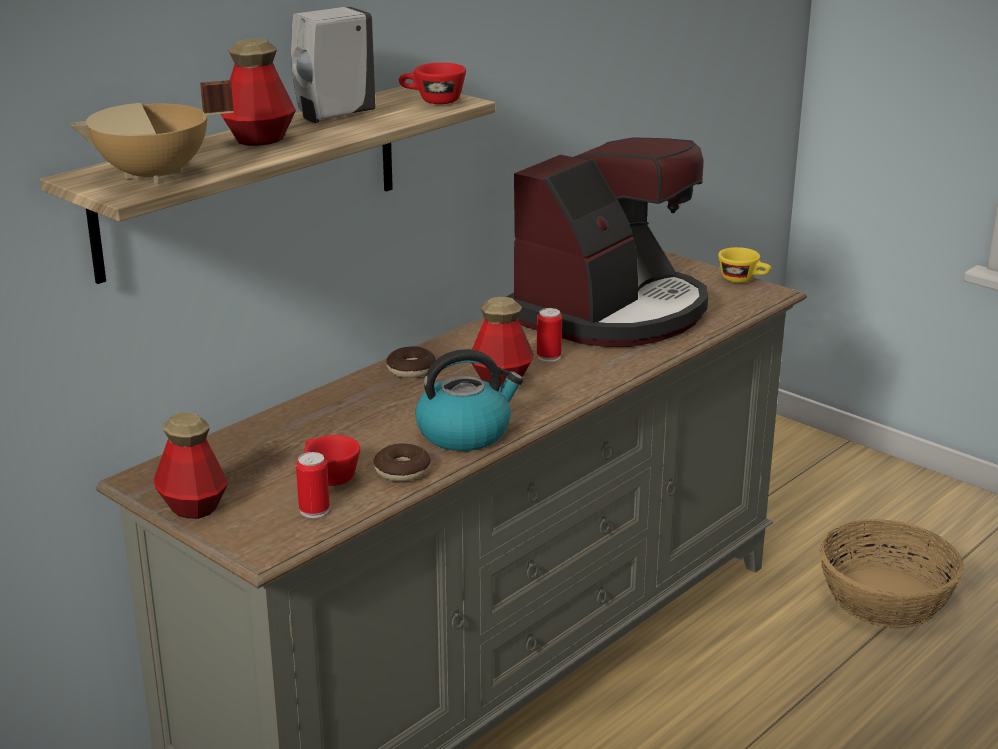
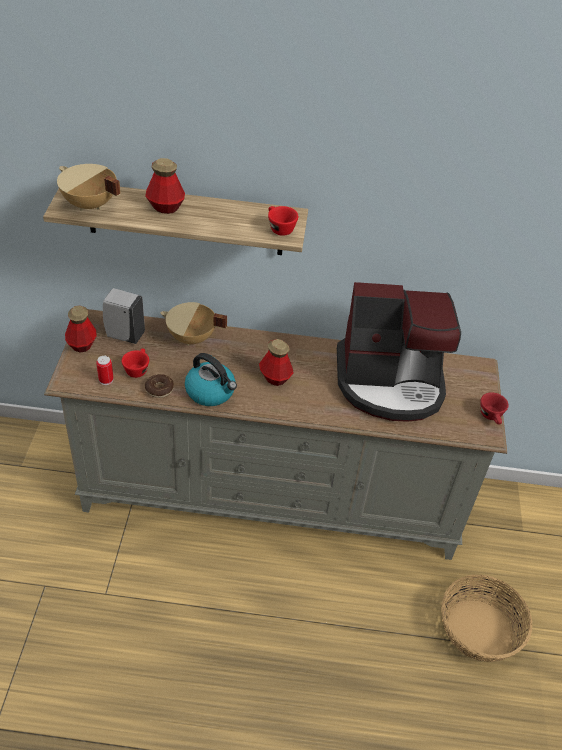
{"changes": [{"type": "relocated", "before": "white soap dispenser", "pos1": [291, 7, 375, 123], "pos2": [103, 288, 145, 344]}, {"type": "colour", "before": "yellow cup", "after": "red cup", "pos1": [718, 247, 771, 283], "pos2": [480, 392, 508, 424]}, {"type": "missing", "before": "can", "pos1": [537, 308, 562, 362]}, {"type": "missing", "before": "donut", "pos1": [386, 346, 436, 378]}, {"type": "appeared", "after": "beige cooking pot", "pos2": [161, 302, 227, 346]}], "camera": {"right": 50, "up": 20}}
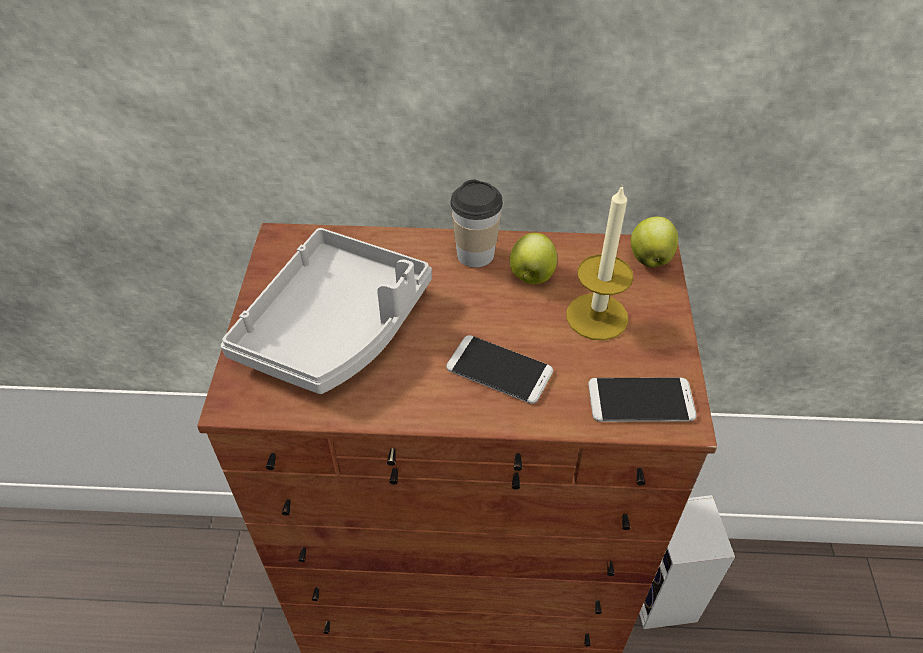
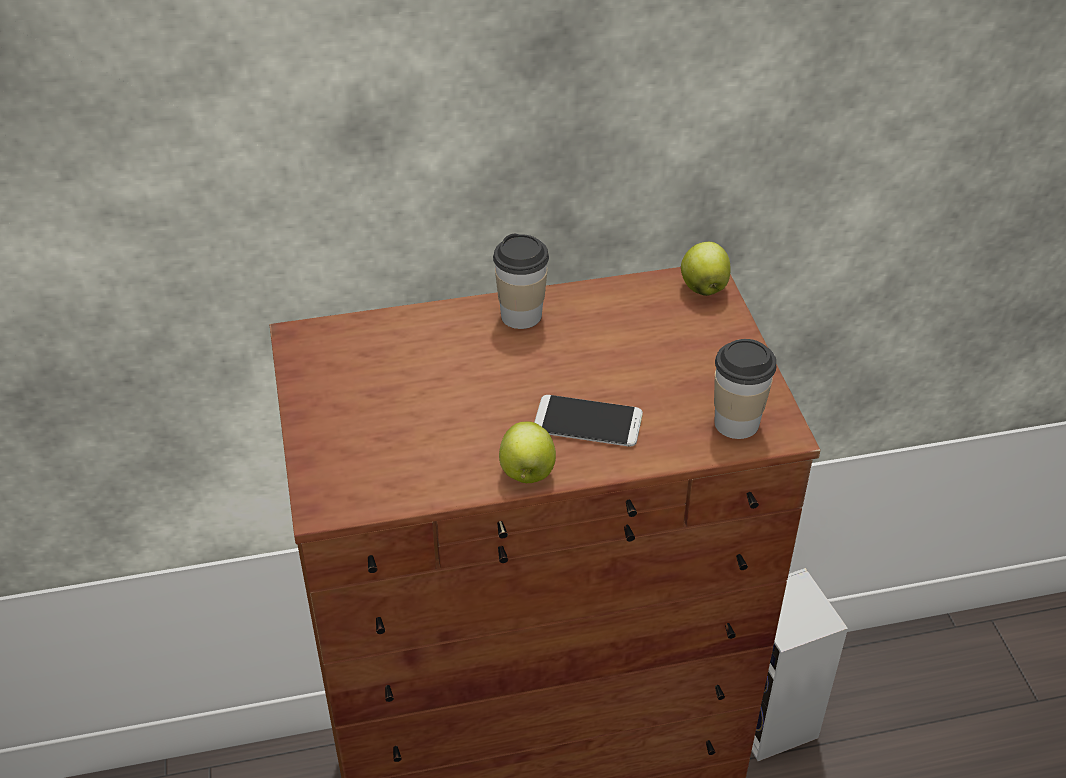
{"changes": [{"type": "missing", "before": "candle", "pos1": [566, 184, 633, 340]}, {"type": "missing", "before": "grey tray", "pos1": [221, 228, 432, 394]}, {"type": "relocated", "before": "apple", "pos1": [510, 233, 557, 284], "pos2": [499, 422, 556, 483]}, {"type": "exchanged", "before": "phone", "after": "cup", "pos1": [588, 378, 697, 422], "pos2": [714, 339, 776, 439]}], "camera": {"right": -15, "up": -5}}
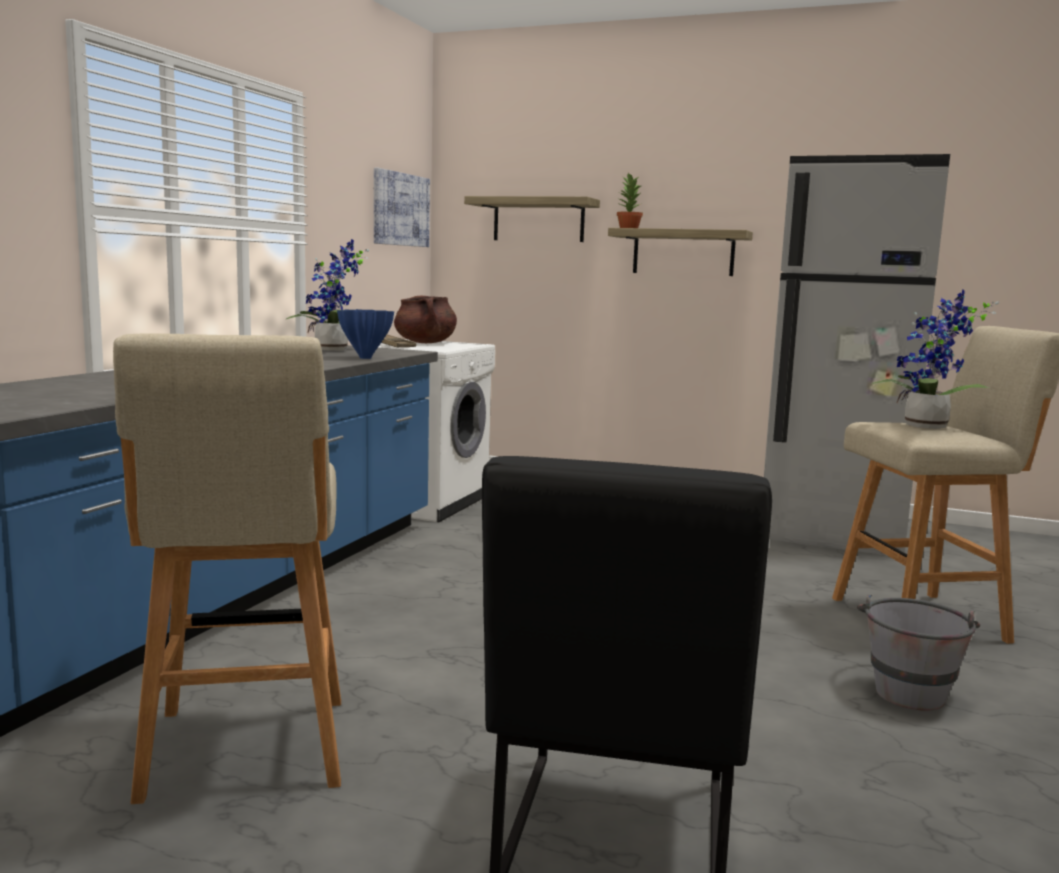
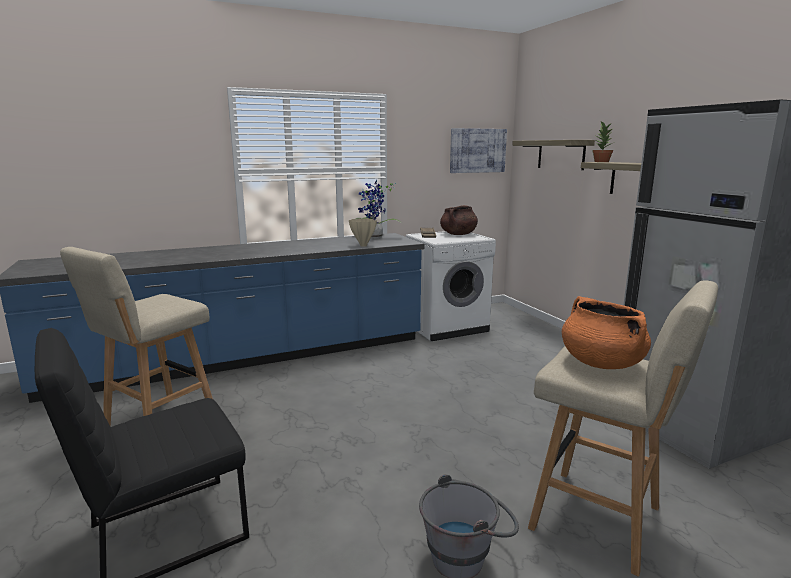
{"changes": [{"type": "exchanged", "before": "potted plant", "after": "orange cooking pot", "pos1": [872, 289, 999, 429], "pos2": [562, 296, 651, 369]}, {"type": "colour", "before": "blue vase", "after": "beige vase", "pos1": [337, 309, 394, 359], "pos2": [349, 218, 377, 247]}], "camera": {"right": 45, "up": 5}}
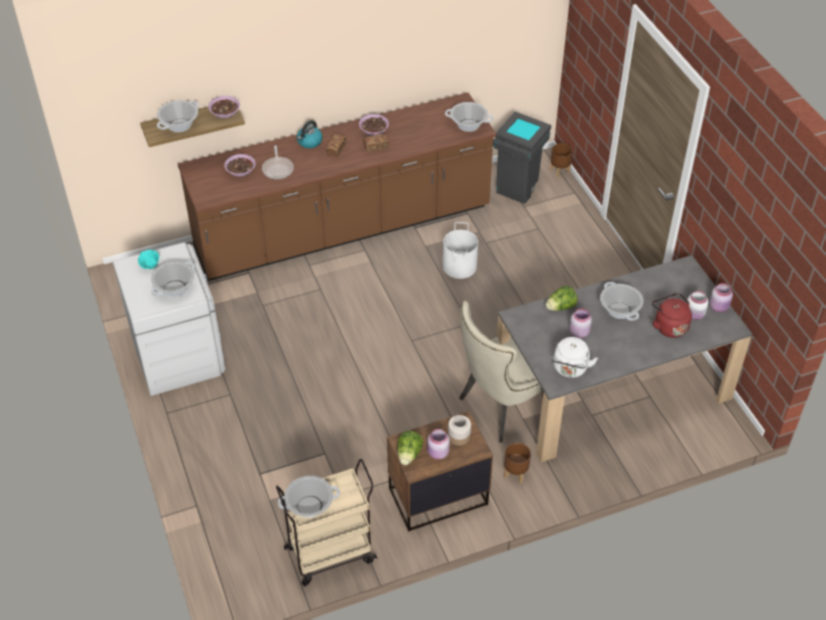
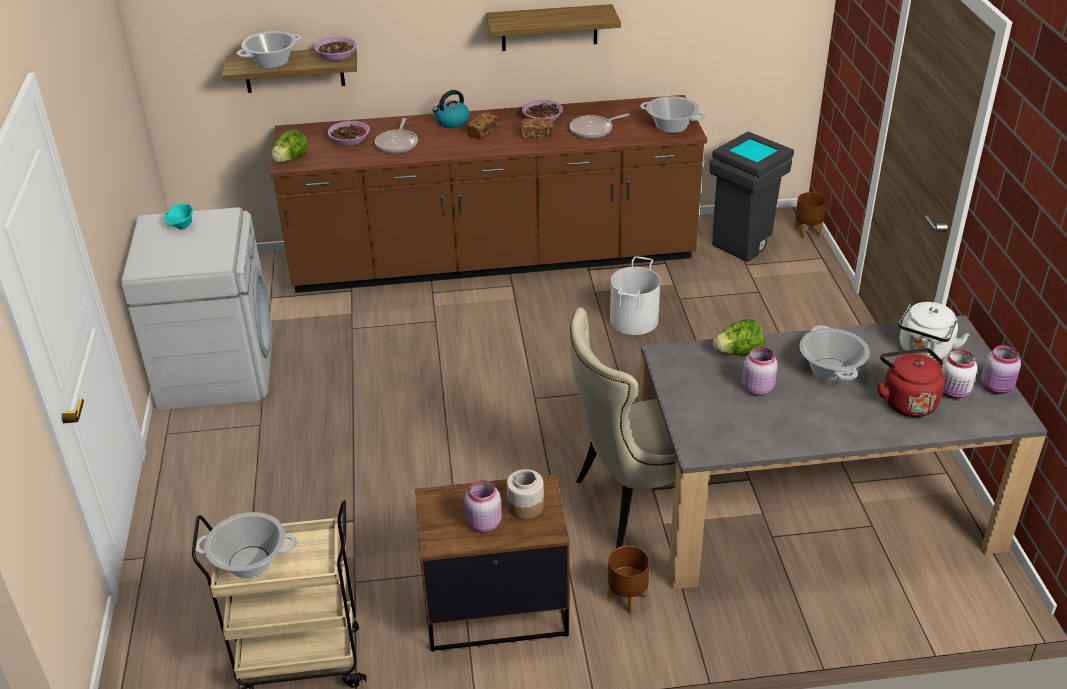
{"changes": [{"type": "missing", "before": "cooking pot", "pos1": [151, 262, 195, 297]}, {"type": "relocated", "before": "white kettle", "pos1": [552, 337, 598, 378], "pos2": [898, 302, 970, 361]}, {"type": "relocated", "before": "lettuce", "pos1": [397, 431, 424, 465], "pos2": [272, 129, 309, 163]}, {"type": "appeared", "after": "shelf", "pos2": [486, 4, 621, 51]}, {"type": "appeared", "after": "frying pan", "pos2": [570, 113, 630, 139]}], "camera": {"right": 15, "up": -10}}
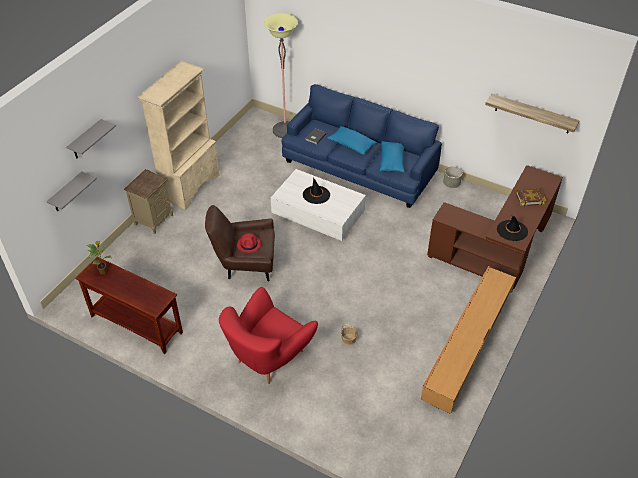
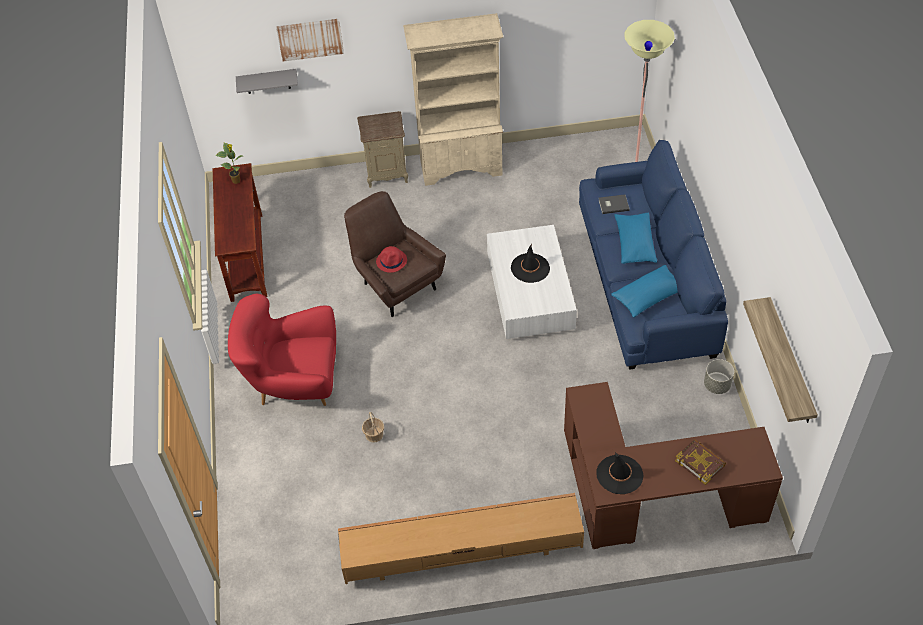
{"changes": [{"type": "exchanged", "before": "grey shelf", "after": "picture", "pos1": [66, 119, 116, 159], "pos2": [276, 19, 344, 62]}], "camera": {"right": 55, "up": 5}}
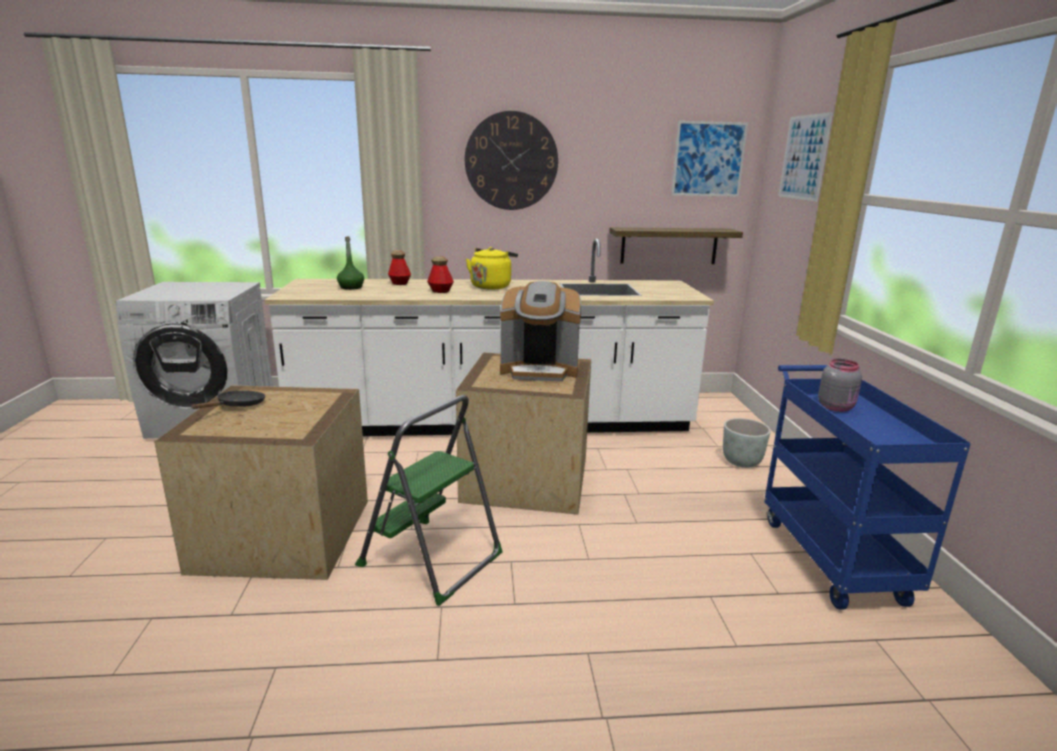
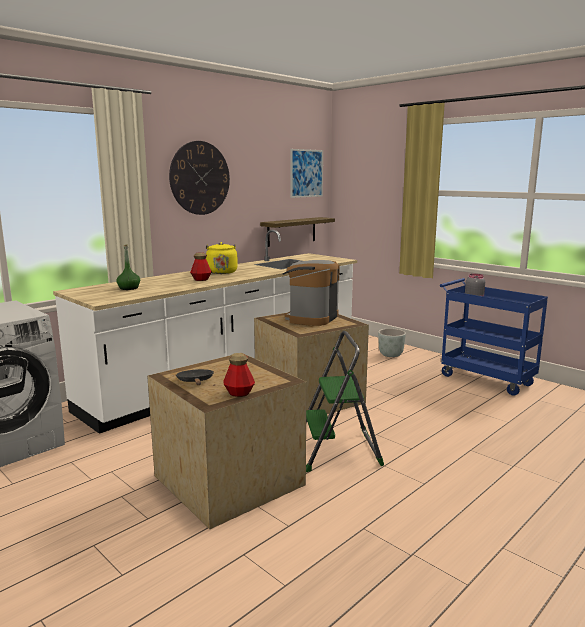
{"changes": [{"type": "missing", "before": "picture", "pos1": [779, 112, 833, 202]}, {"type": "relocated", "before": "bottle", "pos1": [388, 250, 411, 285], "pos2": [223, 353, 255, 397]}, {"type": "spun", "before": "coffee machine", "pos1": [500, 281, 581, 382], "pos2": [283, 260, 340, 326], "turn": 150}], "camera": {"right": -40, "up": -5}}
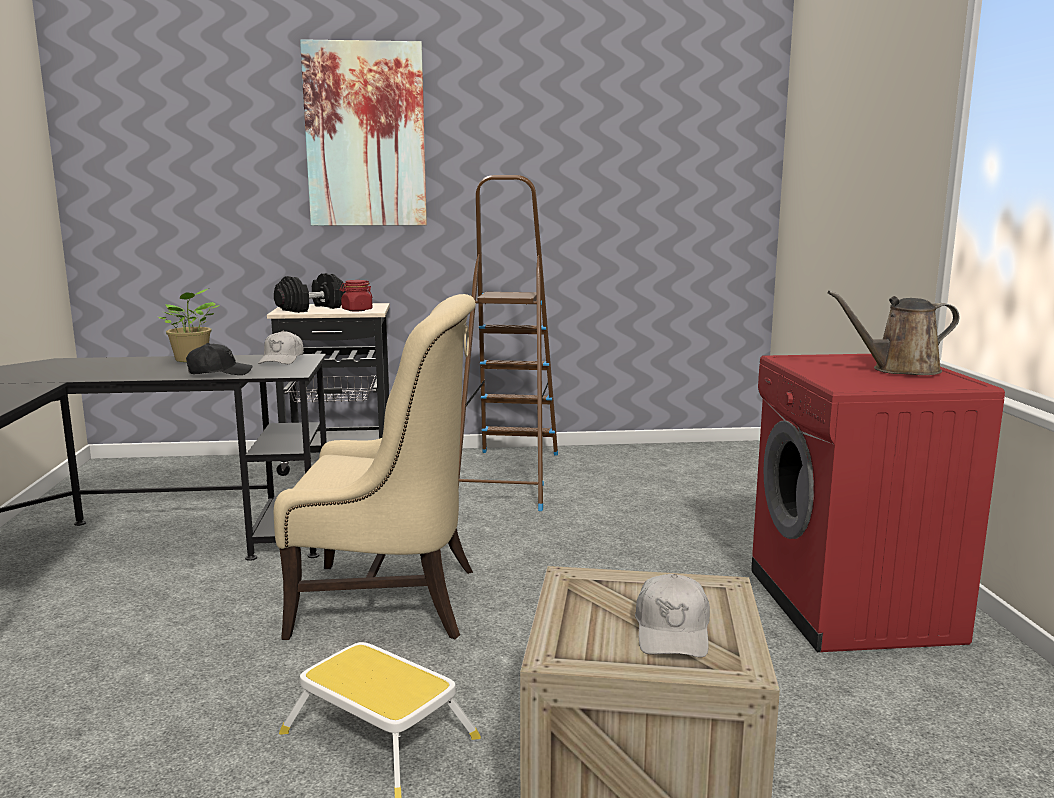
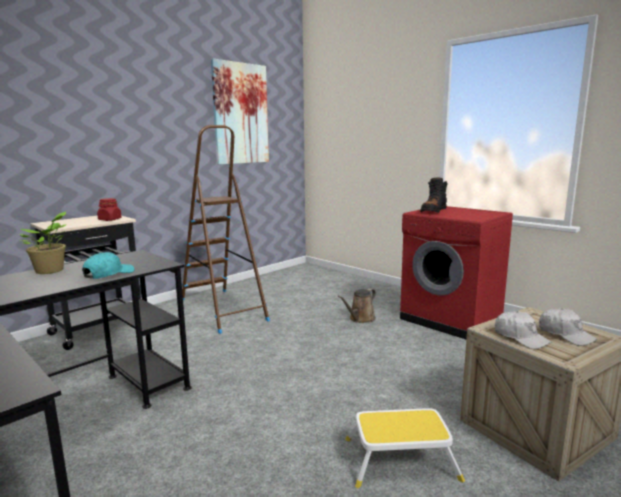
{"changes": [{"type": "relocated", "before": "picture", "pos1": [300, 39, 427, 226], "pos2": [211, 59, 269, 165]}, {"type": "missing", "before": "black dumbbell", "pos1": [274, 273, 346, 313]}, {"type": "relocated", "before": "brown watering can", "pos1": [828, 291, 960, 375], "pos2": [338, 289, 376, 323]}, {"type": "missing", "before": "beige chair", "pos1": [274, 294, 476, 640]}, {"type": "relocated", "before": "white cap", "pos1": [258, 331, 304, 364], "pos2": [495, 311, 551, 349]}, {"type": "colour", "before": "black cap", "after": "turquoise cap", "pos1": [186, 343, 253, 375], "pos2": [82, 252, 134, 279]}, {"type": "appeared", "after": "black boot", "pos2": [420, 177, 448, 213]}], "camera": {"right": -40, "up": 0}}
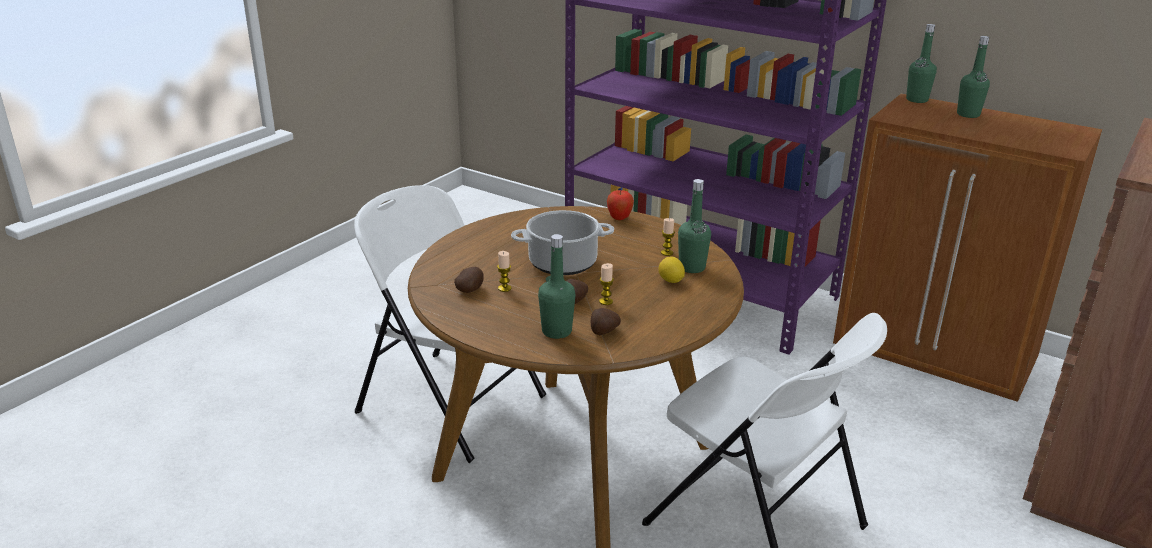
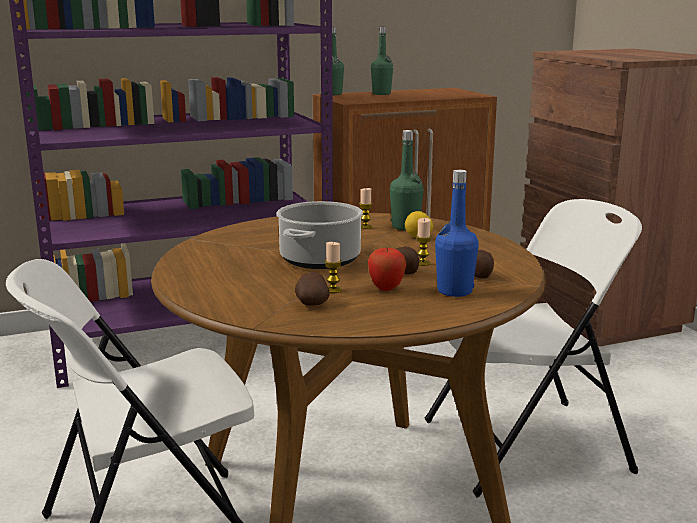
{"changes": [{"type": "relocated", "before": "apple", "pos1": [607, 190, 634, 220], "pos2": [368, 247, 406, 291]}, {"type": "colour", "before": "green bottle", "after": "blue bottle", "pos1": [538, 234, 576, 339], "pos2": [435, 170, 479, 297]}], "camera": {"right": -55, "up": -10}}
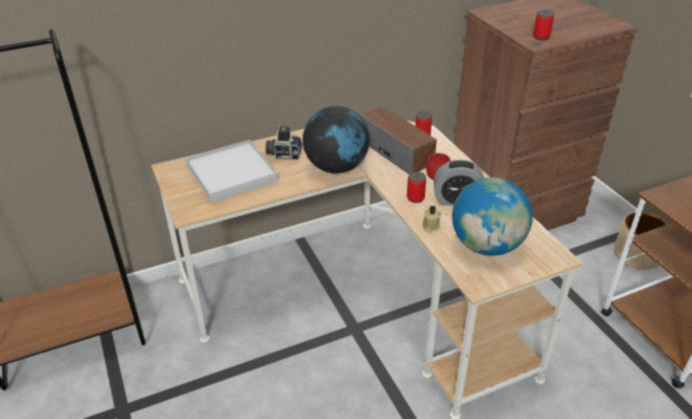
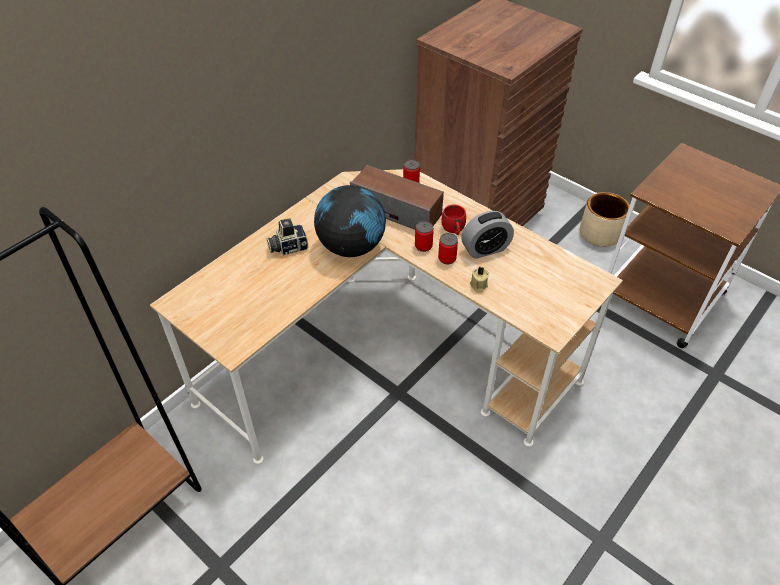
{"changes": [{"type": "relocated", "before": "can", "pos1": [533, 10, 554, 40], "pos2": [415, 221, 434, 252]}, {"type": "missing", "before": "white tray", "pos1": [186, 140, 278, 203]}, {"type": "missing", "before": "globe", "pos1": [452, 177, 533, 256]}], "camera": {"right": -25, "up": 10}}
